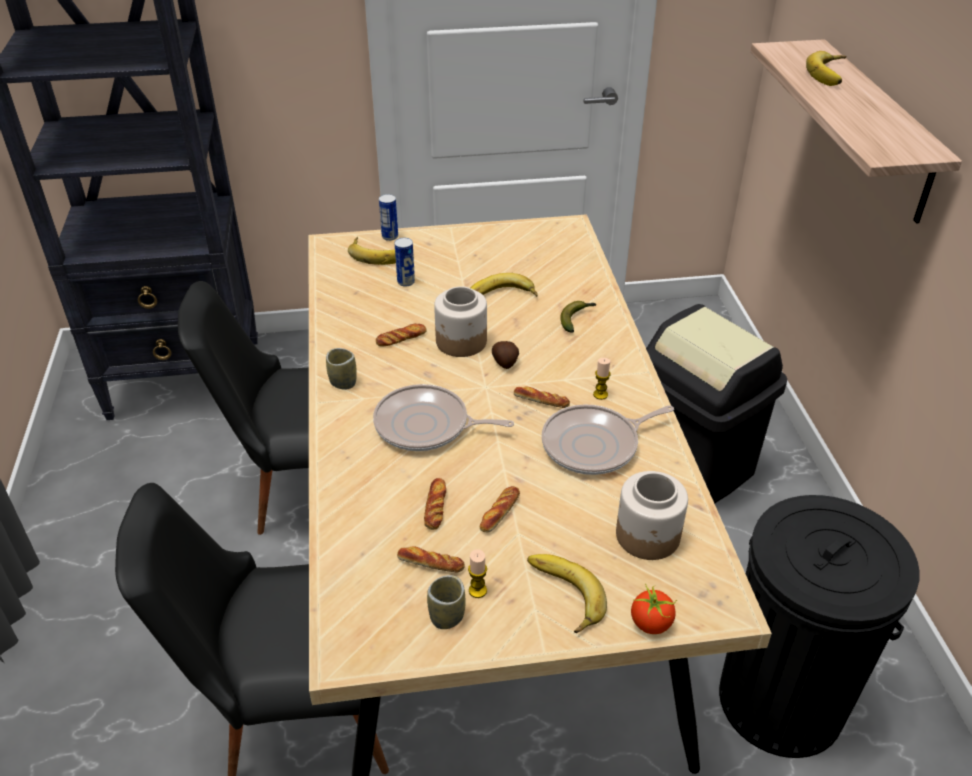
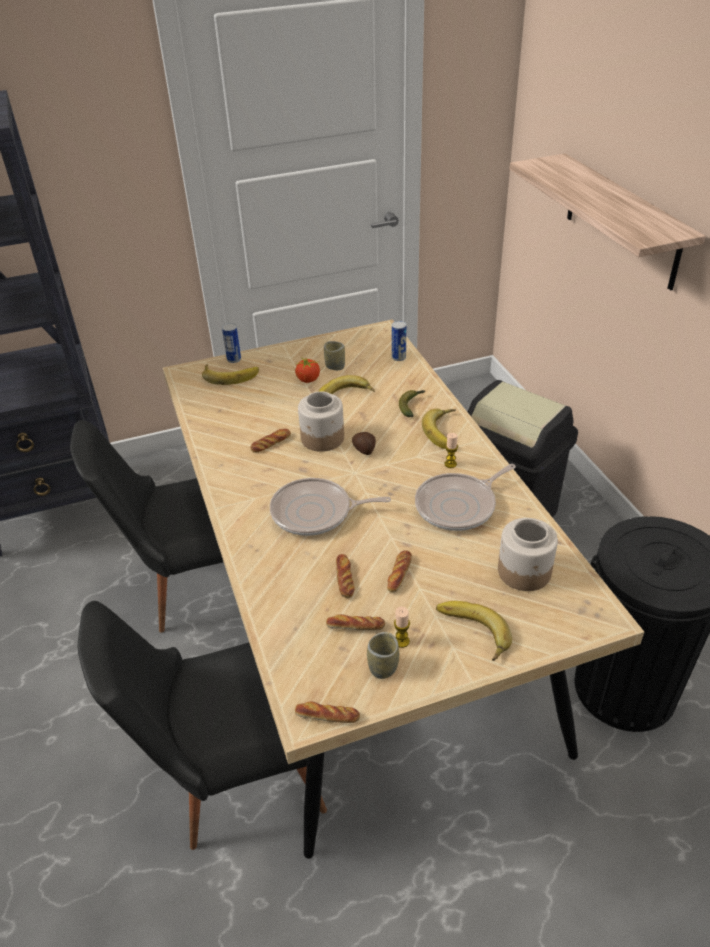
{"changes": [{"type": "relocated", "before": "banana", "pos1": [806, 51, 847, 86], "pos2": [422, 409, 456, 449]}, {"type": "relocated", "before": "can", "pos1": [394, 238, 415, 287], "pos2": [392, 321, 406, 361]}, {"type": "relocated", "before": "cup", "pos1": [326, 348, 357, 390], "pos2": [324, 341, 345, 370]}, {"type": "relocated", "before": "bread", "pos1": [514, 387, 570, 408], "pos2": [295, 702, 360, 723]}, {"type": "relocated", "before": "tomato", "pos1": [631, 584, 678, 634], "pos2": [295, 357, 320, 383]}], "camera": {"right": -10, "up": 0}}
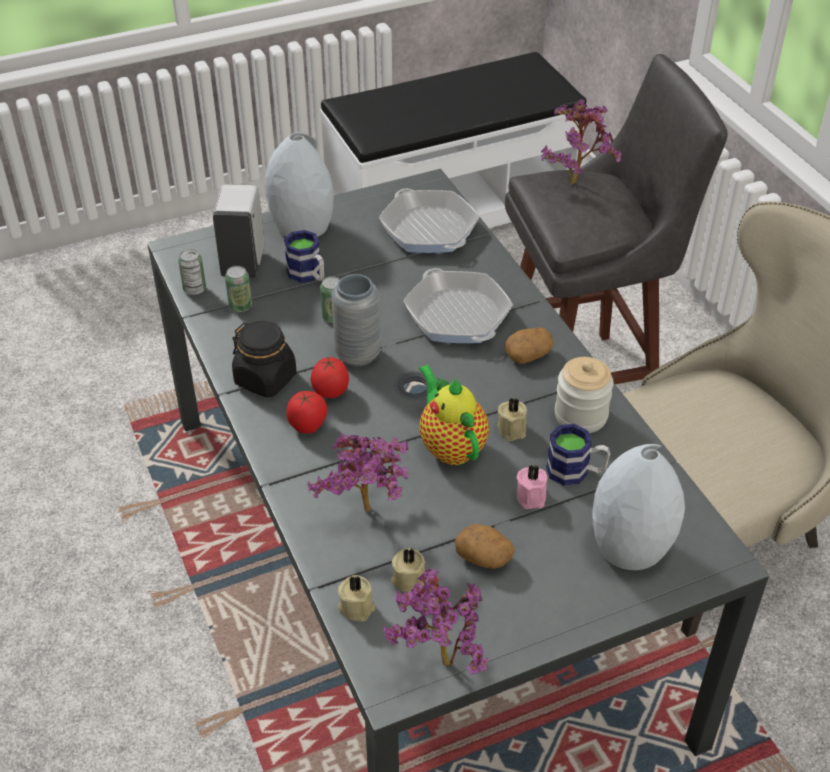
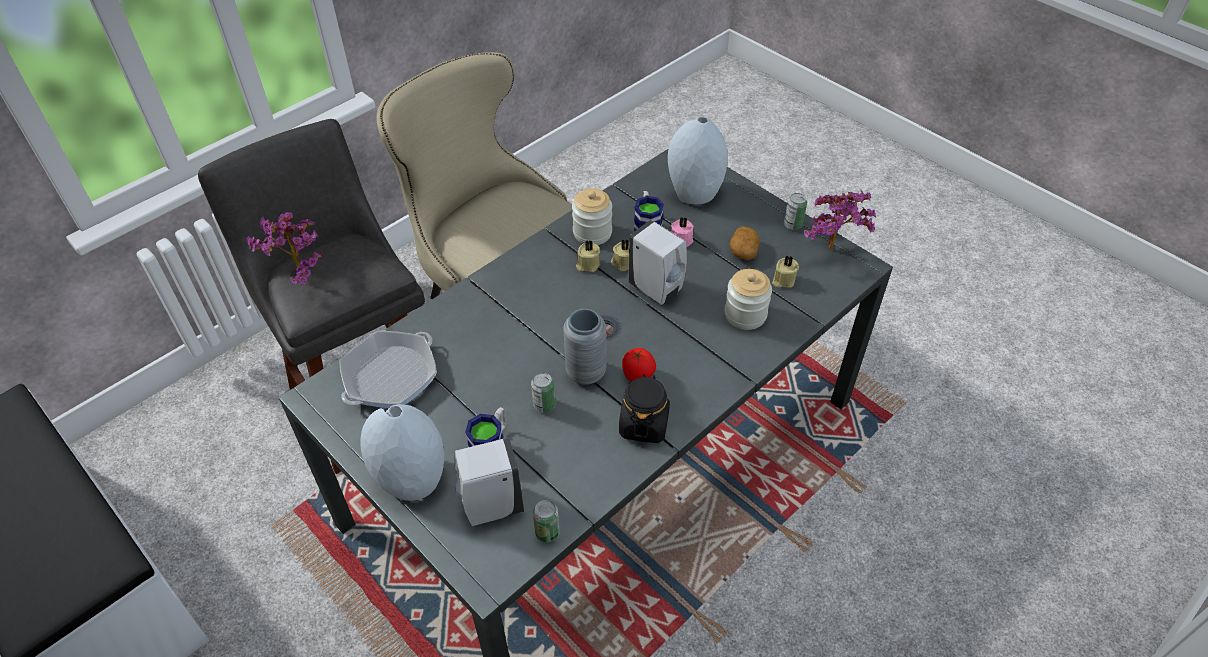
{"changes": [{"type": "relocated", "before": "can", "pos1": [225, 266, 252, 312], "pos2": [784, 193, 807, 230]}, {"type": "missing", "before": "frying pan", "pos1": [403, 268, 513, 344]}, {"type": "missing", "before": "potato", "pos1": [505, 327, 554, 364]}, {"type": "exchanged", "before": "teapot", "after": "white soap dispenser", "pos1": [419, 364, 489, 465], "pos2": [628, 220, 687, 305]}, {"type": "missing", "before": "tomato", "pos1": [286, 391, 327, 434]}, {"type": "exchanged", "before": "potted plant", "after": "jar", "pos1": [308, 433, 408, 512], "pos2": [725, 269, 772, 330]}, {"type": "relocated", "before": "beige candle", "pos1": [338, 575, 375, 622], "pos2": [576, 240, 600, 272]}], "camera": {"right": -110, "up": 5}}
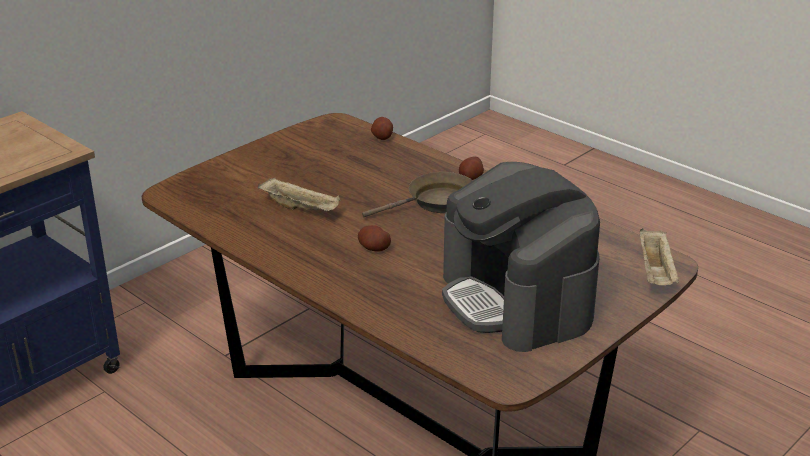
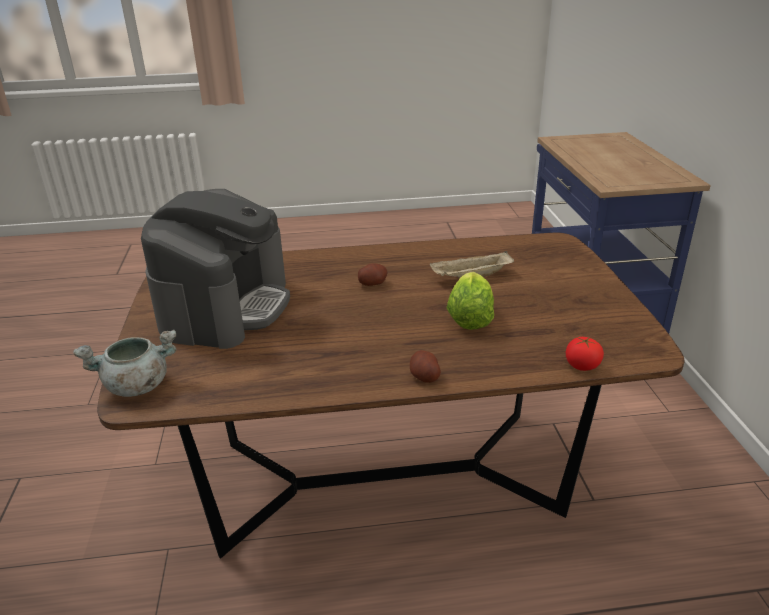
{"changes": [{"type": "exchanged", "before": "potato", "after": "tomato", "pos1": [371, 117, 393, 140], "pos2": [566, 337, 604, 371]}, {"type": "spun", "before": "coffee machine", "pos1": [442, 162, 600, 352], "pos2": [141, 189, 290, 349], "turn": 90}, {"type": "missing", "before": "brown frying pan", "pos1": [362, 172, 473, 217]}, {"type": "exchanged", "before": "beige tray", "after": "grey cooking pot", "pos1": [640, 228, 679, 285], "pos2": [73, 330, 176, 397]}, {"type": "appeared", "after": "lettuce", "pos2": [447, 272, 494, 330]}], "camera": {"right": 130, "up": 0}}
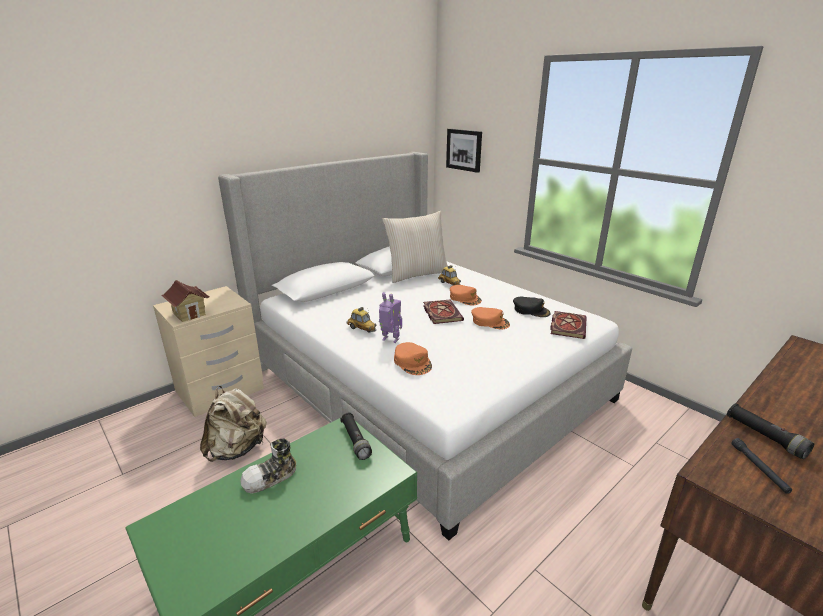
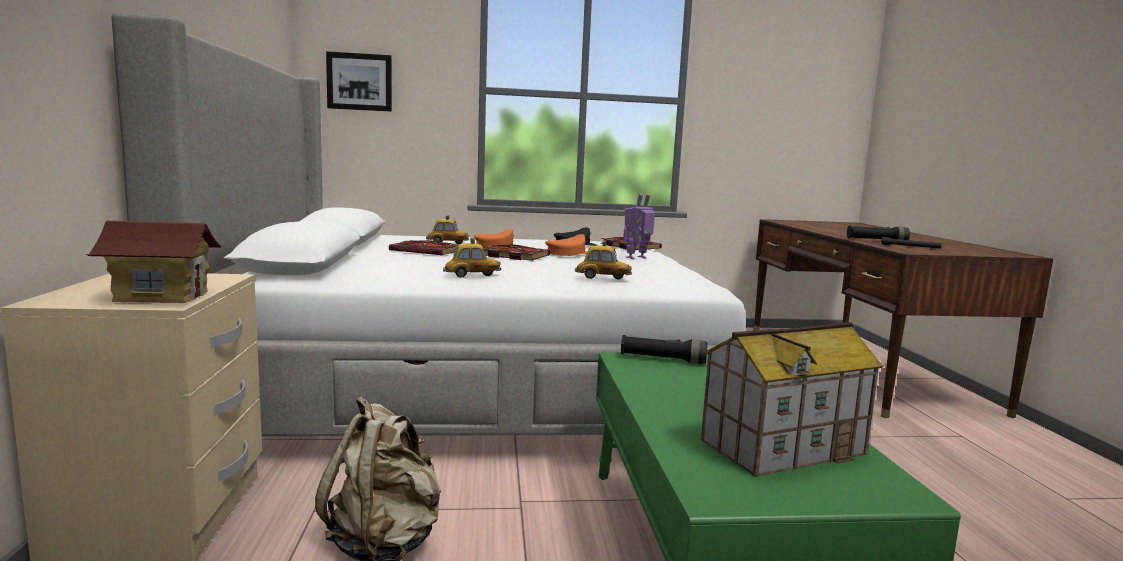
{"changes": [{"type": "missing", "before": "beige pillow", "pos1": [383, 211, 448, 283]}, {"type": "relocated", "before": "toy robot", "pos1": [379, 292, 402, 343], "pos2": [623, 194, 655, 259]}, {"type": "exchanged", "before": "orange cap", "after": "toy car", "pos1": [394, 342, 432, 375], "pos2": [575, 240, 632, 279]}, {"type": "missing", "before": "shoe", "pos1": [241, 438, 296, 494]}, {"type": "appeared", "after": "book", "pos2": [389, 240, 459, 255]}, {"type": "appeared", "after": "toy house", "pos2": [701, 322, 883, 477]}], "camera": {"right": -55, "up": -15}}
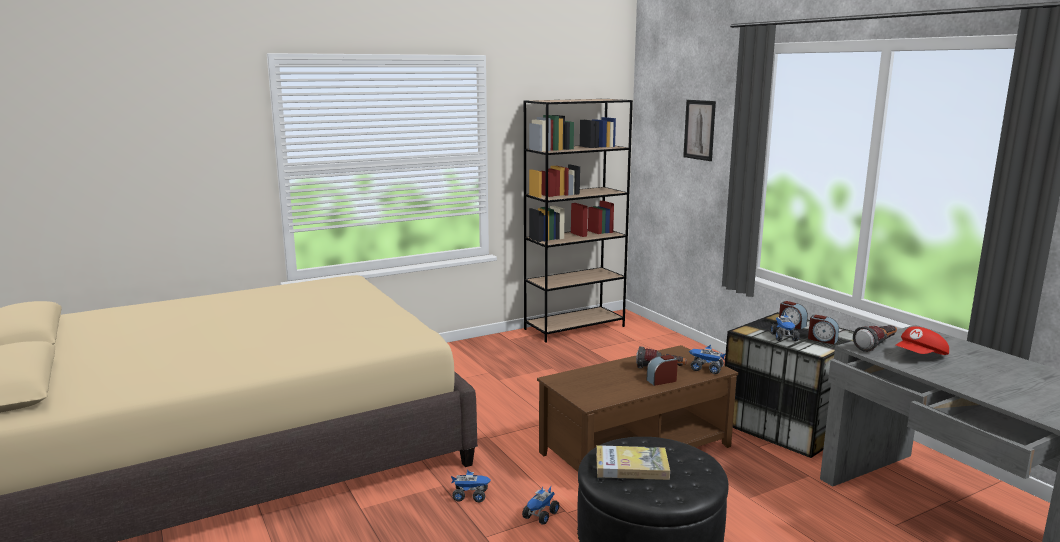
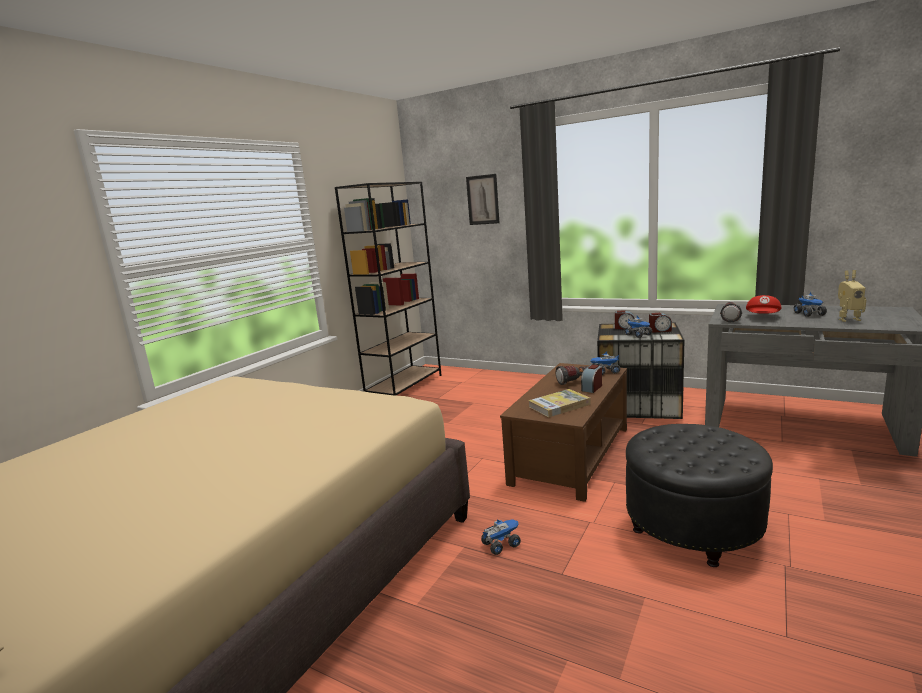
{"changes": [{"type": "relocated", "before": "book", "pos1": [596, 445, 670, 480], "pos2": [528, 389, 591, 417]}, {"type": "relocated", "before": "toy truck", "pos1": [522, 486, 559, 525], "pos2": [794, 292, 827, 317]}, {"type": "appeared", "after": "toy robot", "pos2": [838, 270, 867, 322]}], "camera": {"right": -30, "up": 0}}
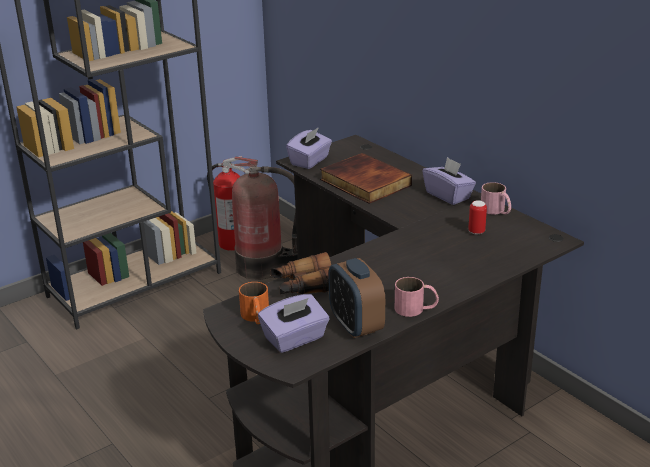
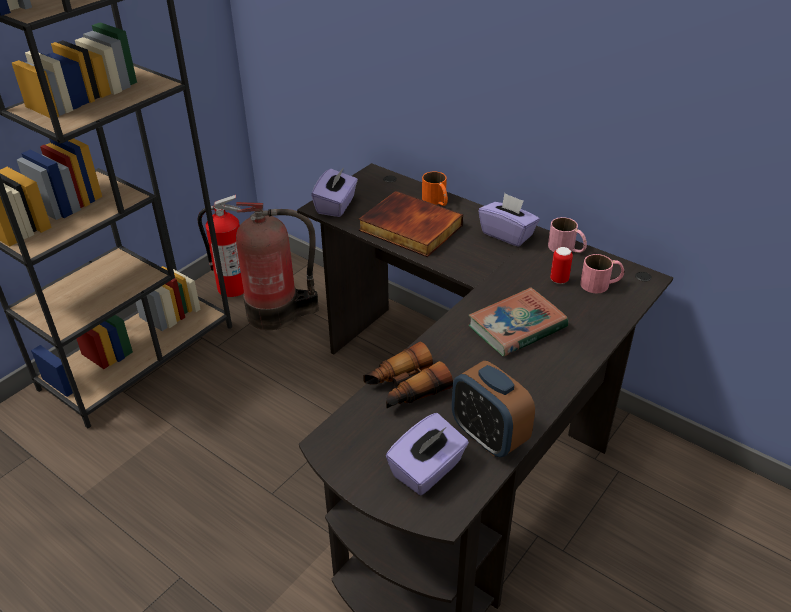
{"changes": [{"type": "relocated", "before": "pink mug", "pos1": [395, 277, 439, 317], "pos2": [580, 254, 624, 293]}, {"type": "relocated", "before": "orange mug", "pos1": [239, 282, 269, 324], "pos2": [422, 171, 448, 206]}, {"type": "appeared", "after": "book", "pos2": [468, 287, 568, 357]}], "camera": {"right": -15, "up": 10}}
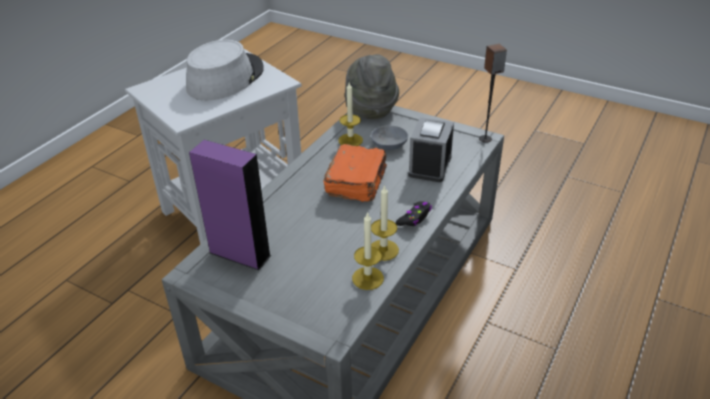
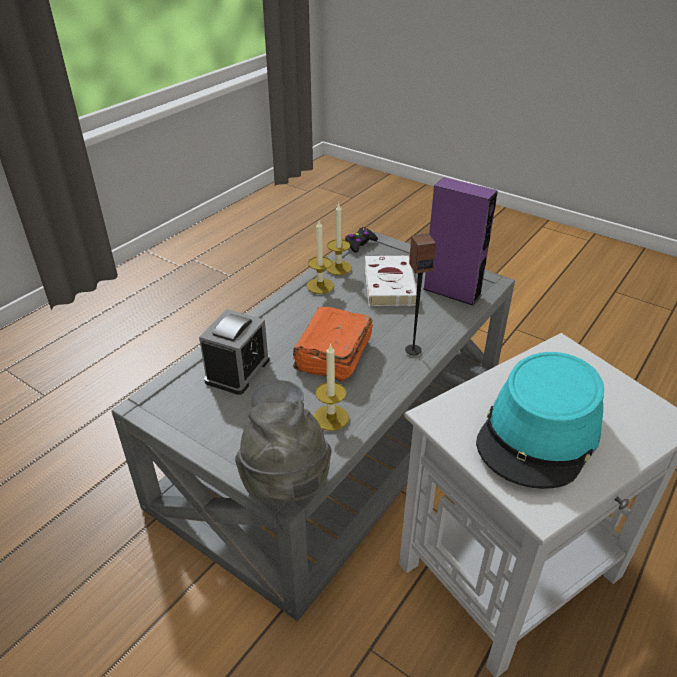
{"changes": [{"type": "colour", "before": "grey hat", "after": "turquoise hat", "pos1": [186, 40, 264, 100], "pos2": [476, 352, 604, 489]}, {"type": "relocated", "before": "speaker", "pos1": [479, 44, 507, 143], "pos2": [405, 233, 436, 355]}, {"type": "relocated", "before": "black game controller", "pos1": [395, 201, 432, 226], "pos2": [345, 227, 378, 253]}, {"type": "appeared", "after": "white book", "pos2": [365, 255, 417, 306]}], "camera": {"right": -175, "up": 0}}
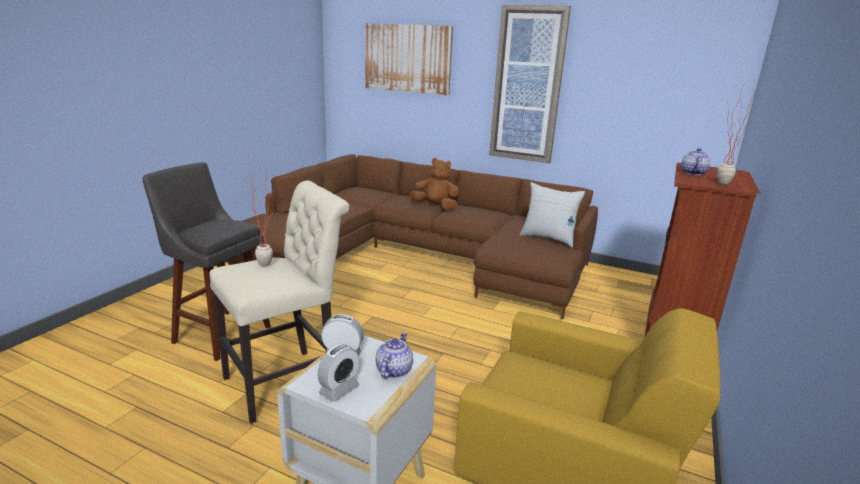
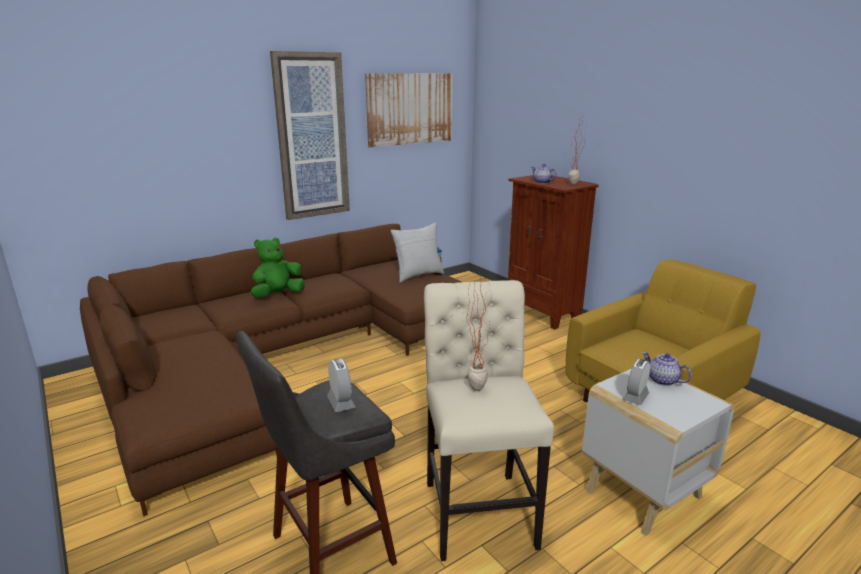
{"changes": [{"type": "relocated", "before": "picture", "pos1": [365, 23, 453, 95], "pos2": [365, 73, 453, 147]}, {"type": "colour", "before": "brown plush toy", "after": "green plush toy", "pos1": [409, 158, 460, 210], "pos2": [251, 238, 305, 298]}, {"type": "relocated", "before": "alarm clock", "pos1": [318, 344, 359, 402], "pos2": [327, 359, 356, 412]}], "camera": {"right": -60, "up": 0}}
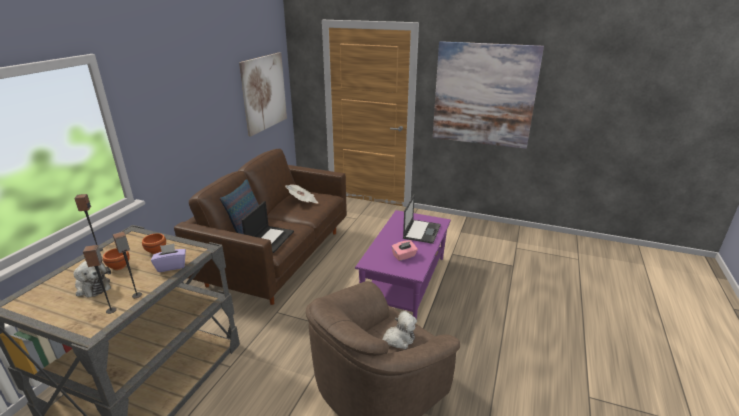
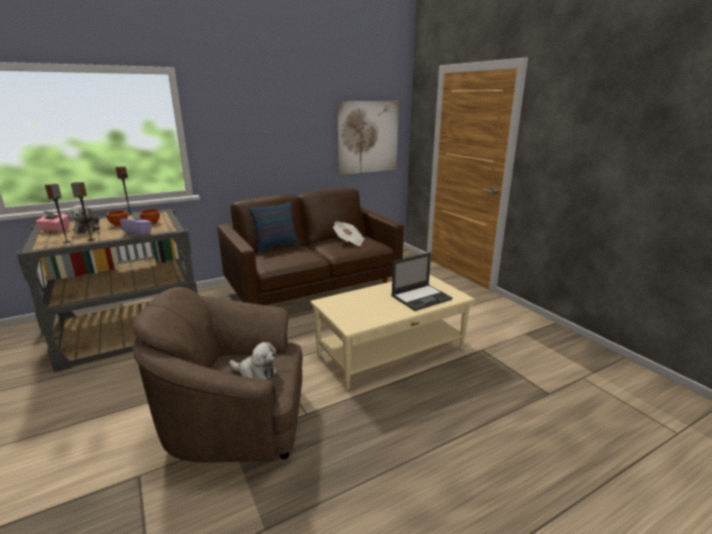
{"changes": [{"type": "missing", "before": "picture", "pos1": [433, 41, 544, 149]}, {"type": "missing", "before": "laptop", "pos1": [242, 201, 294, 253]}, {"type": "colour", "before": "purple coffee table", "after": "beige coffee table", "pos1": [355, 210, 451, 319], "pos2": [310, 274, 475, 391]}, {"type": "relocated", "before": "pink tissue box", "pos1": [391, 240, 418, 261], "pos2": [36, 211, 69, 232]}], "camera": {"right": 40, "up": -5}}
